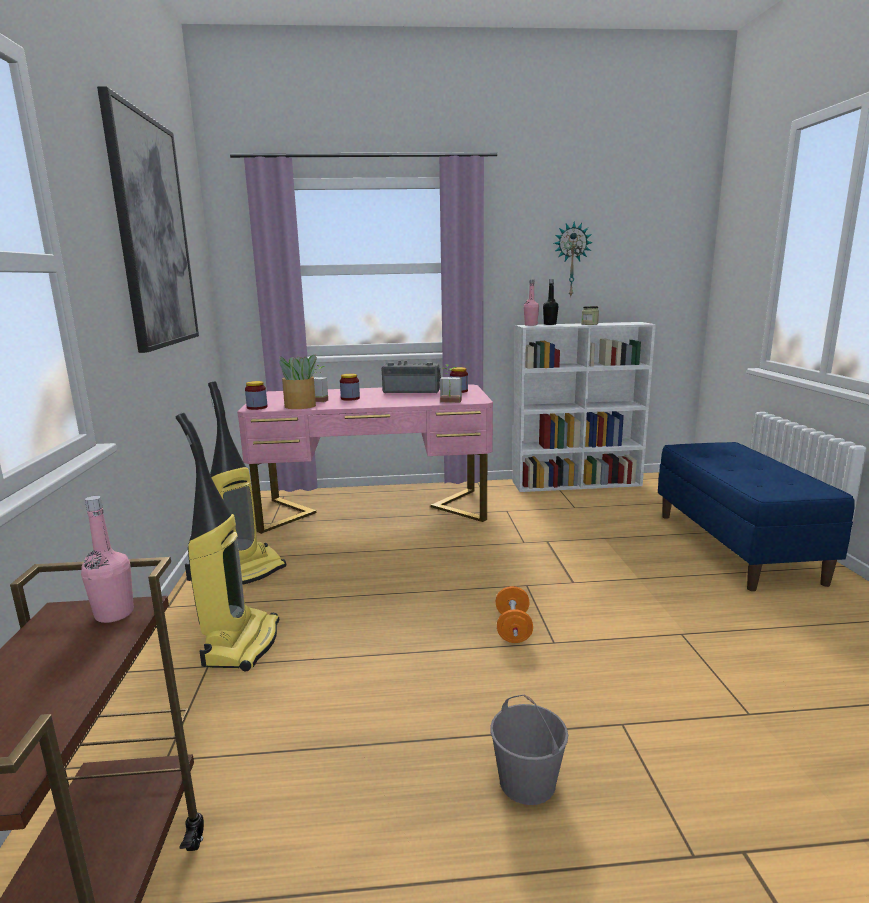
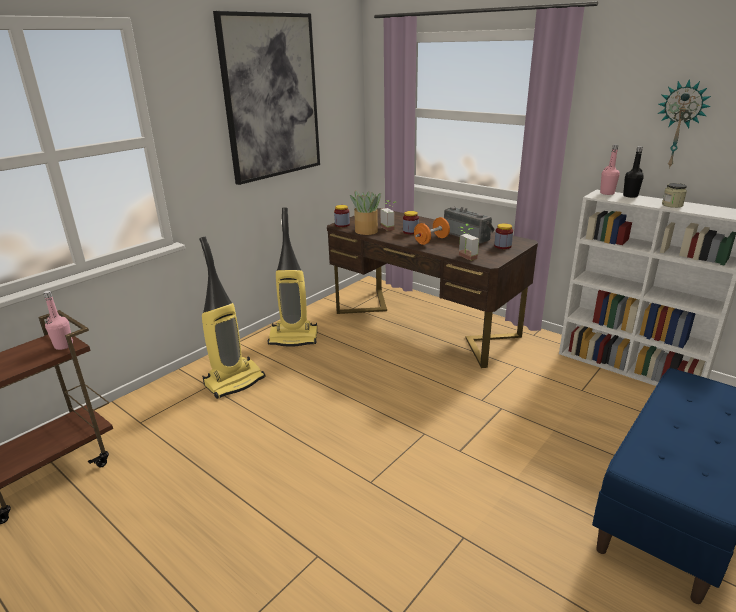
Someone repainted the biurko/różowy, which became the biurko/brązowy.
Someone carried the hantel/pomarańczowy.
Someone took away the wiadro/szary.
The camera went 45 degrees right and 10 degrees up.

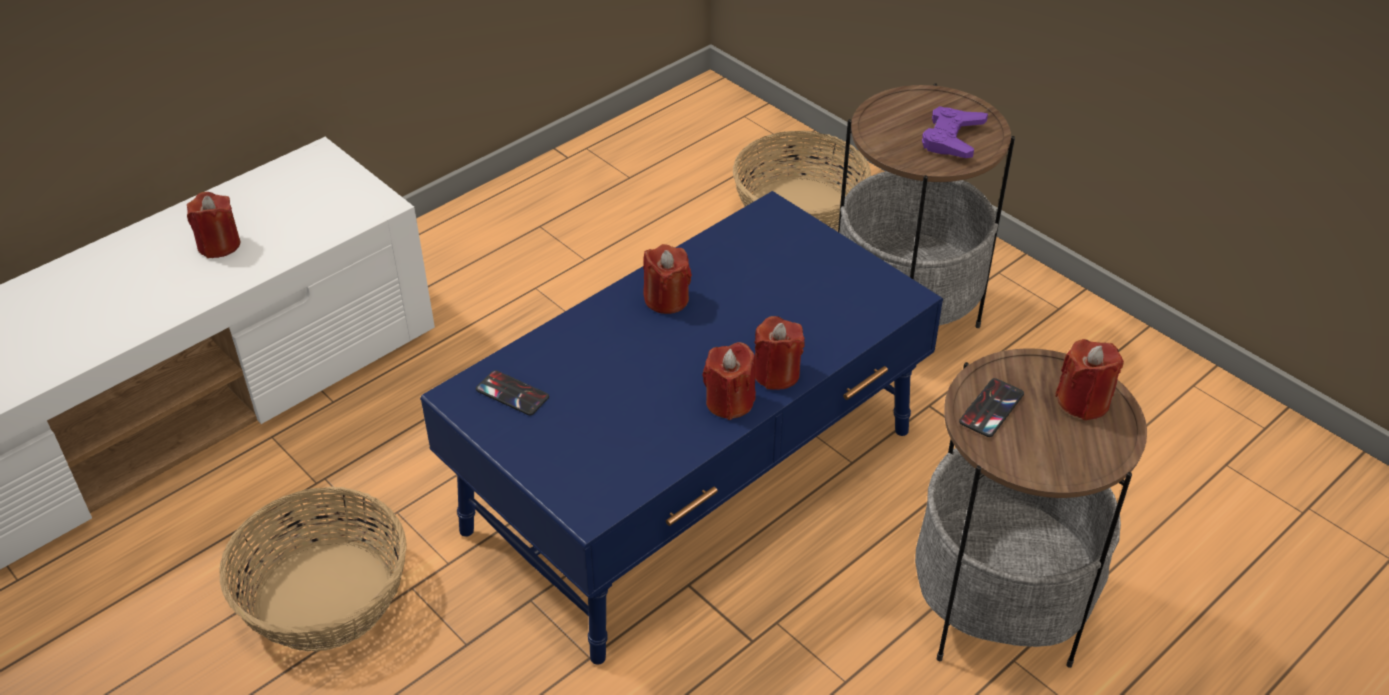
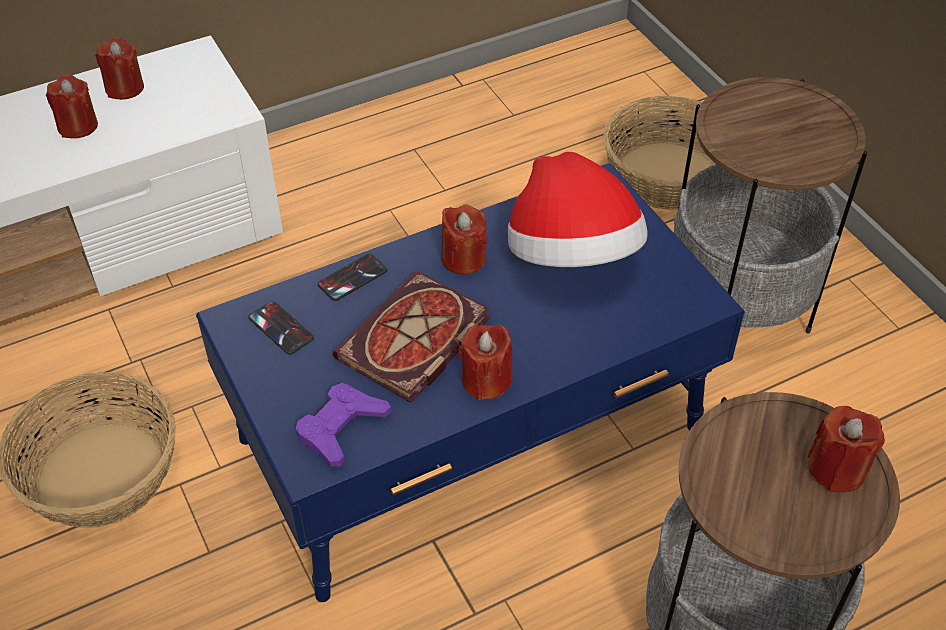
Someone carried the pad do gier/fioletowy.
Someone carried the świeca/czerwony (4th from left in the first image).
Someone carried the telefon (2nd from left).
Someone put down the kapelusz.
Someone put down the książka.
The camera went 15 degrees right and 5 degrees up.

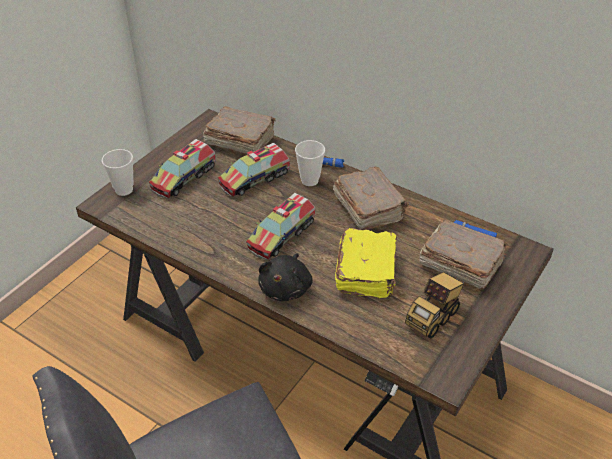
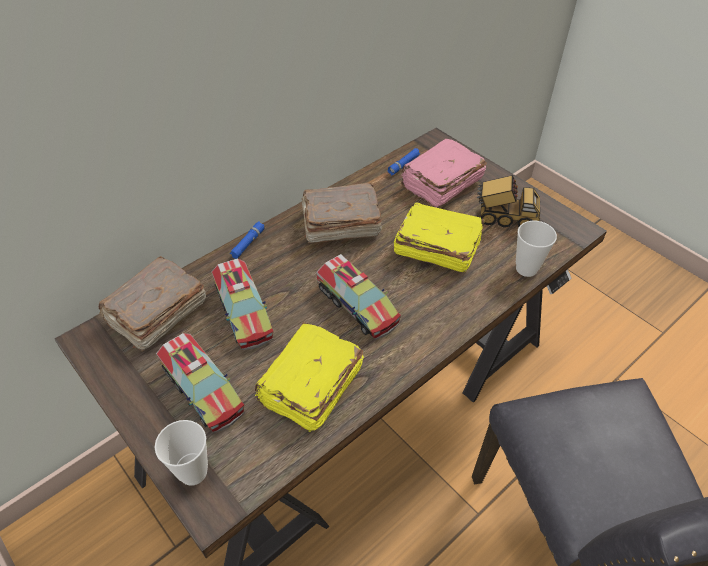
Someone carried the filiżanka (2nd from left).
Someone repainted the książka/brązowy (3rd from left), which became the książka/różowy.
Someone took away the pluszak/czarny.
Someone rotated the ciężarówka zabawkowa (4th from left) by 45 degrees counterclockwise.
Someone put down the książka/żółty (1st from left).
The camera went 75 degrees left and 5 degrees up.

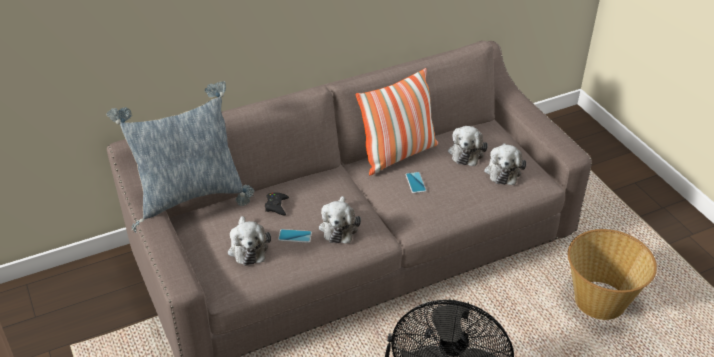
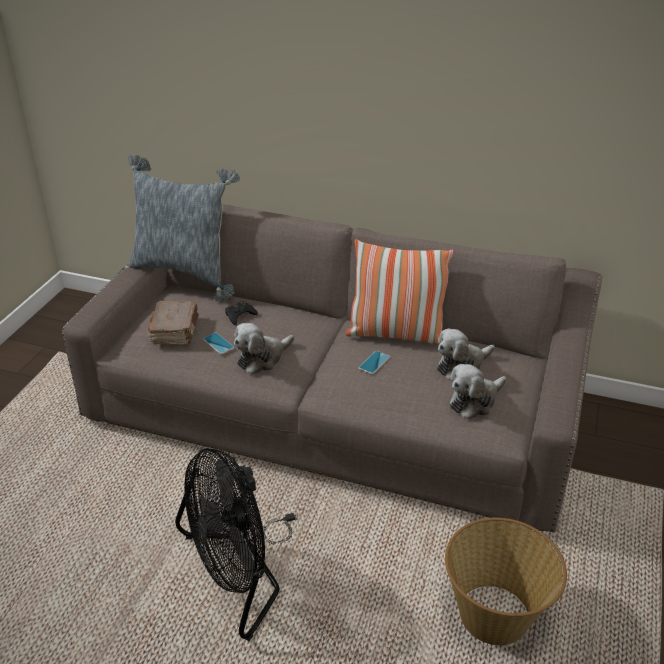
Someone swapped the pluszak (1st from left) for the książka/brązowy.
The camera went 45 degrees right and 5 degrees down.

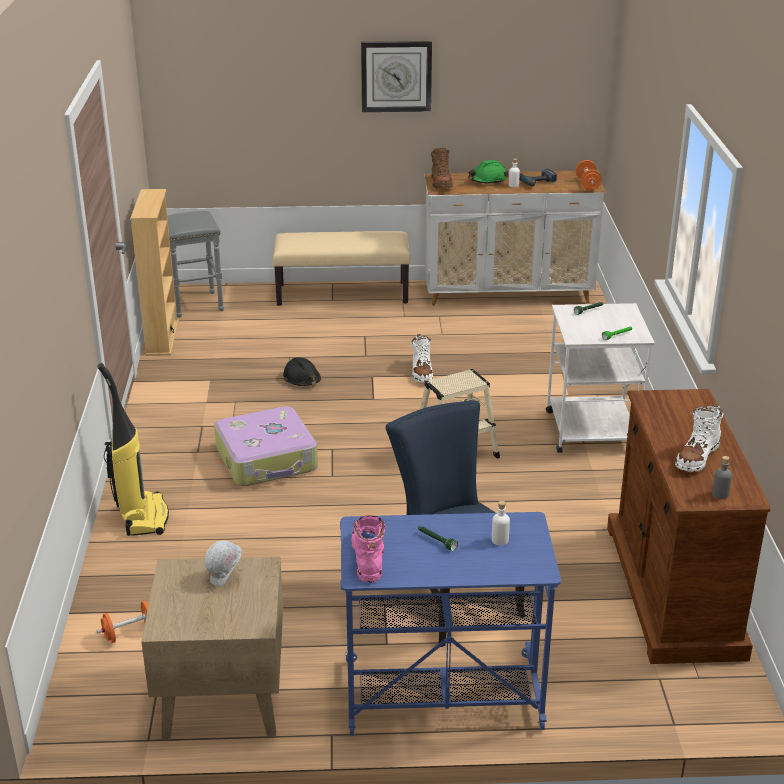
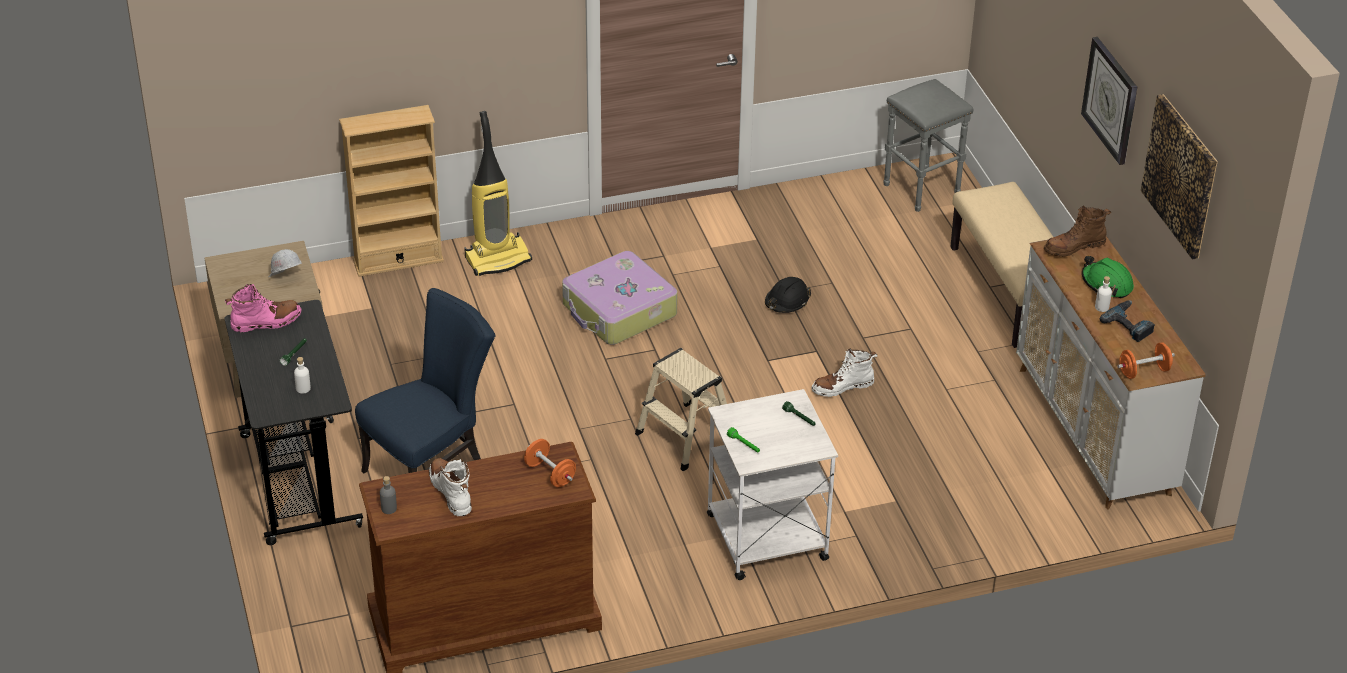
Someone carried the regał/beżowy.
Someone rotated the but z cholewką/biały (2nd from left in the first image) by 45 degrees clockwise.
Someone repainted the biurko/niebieski, which became the biurko/czarny.
Someone carried the hantel/pomarańczowy (1st from left).
Someone put up the obraz.
The camera went 75 degrees right and 10 degrees up.

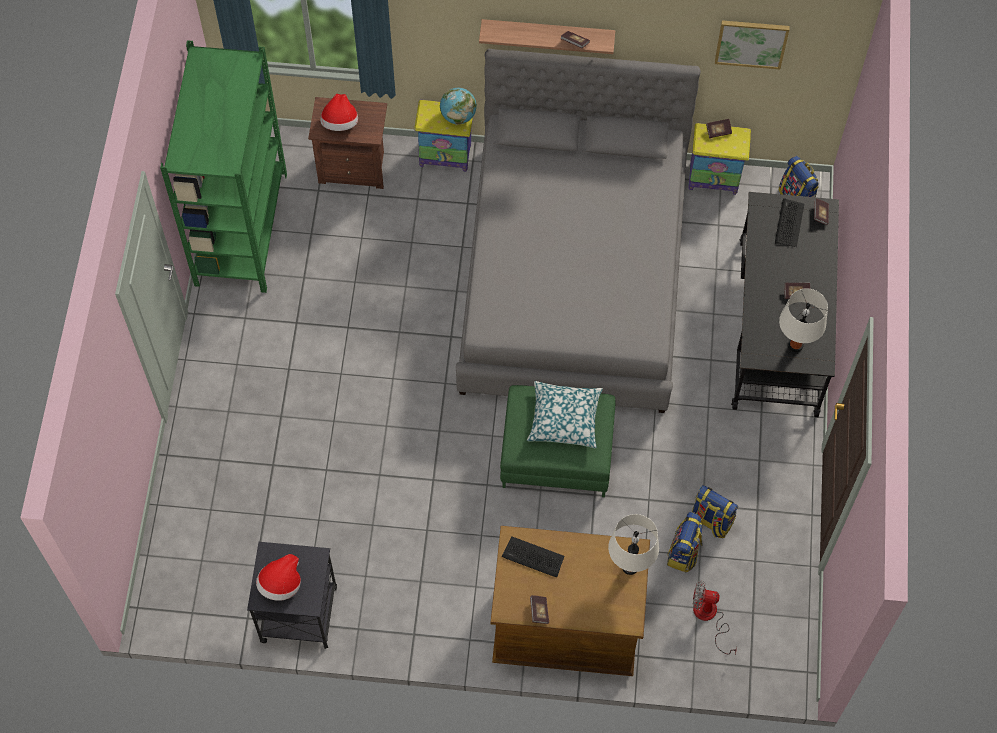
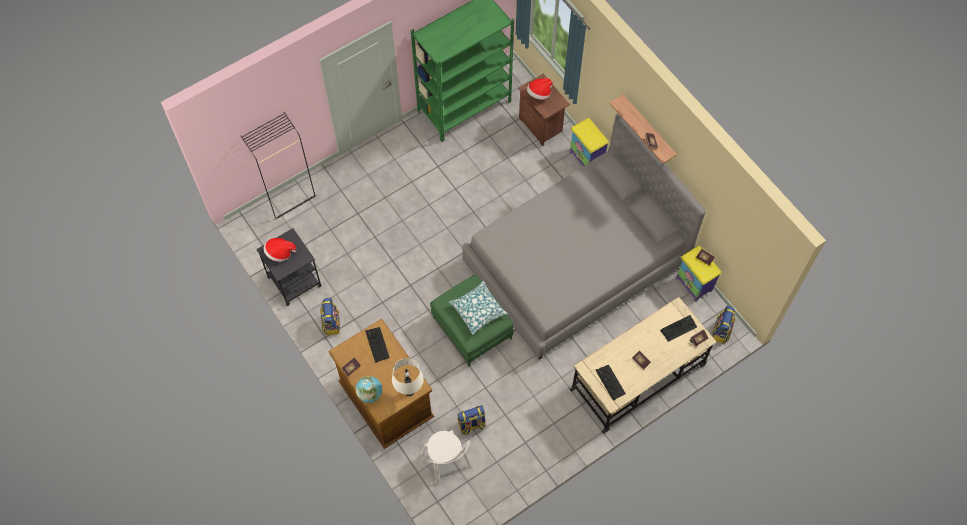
Someone took away the obraz.
Someone carried the globus.
Someone repainted the biurko/czarny, which became the biurko/beżowy.
Someone swapped the lampa stołowa/biały (2nd from left) for the klawiatura (2nd from left).
Someone carried the plecak (2nd from left in the first image).
Someone swapped the wentylator for the krzesło/biały.
Someone put down the wieszak/czarny.
The camera went 50 degrees right and 0 degrees up.

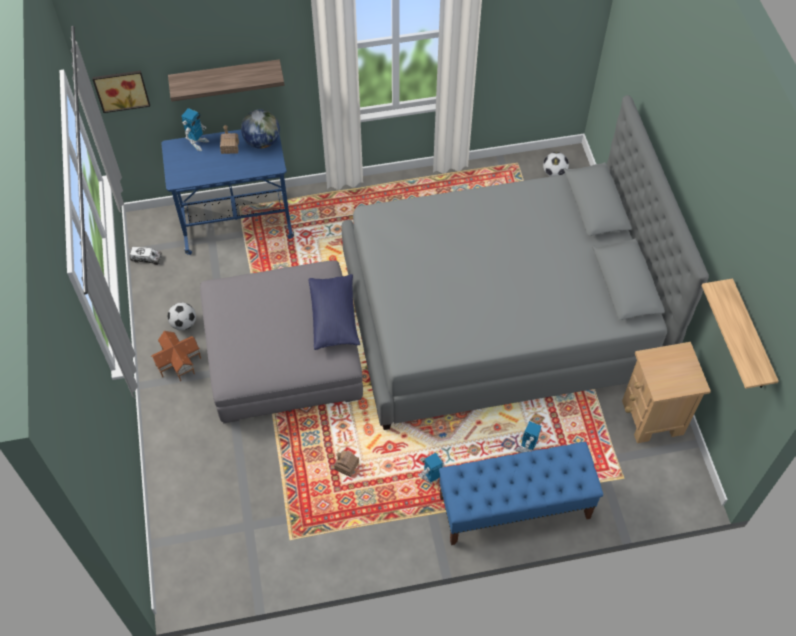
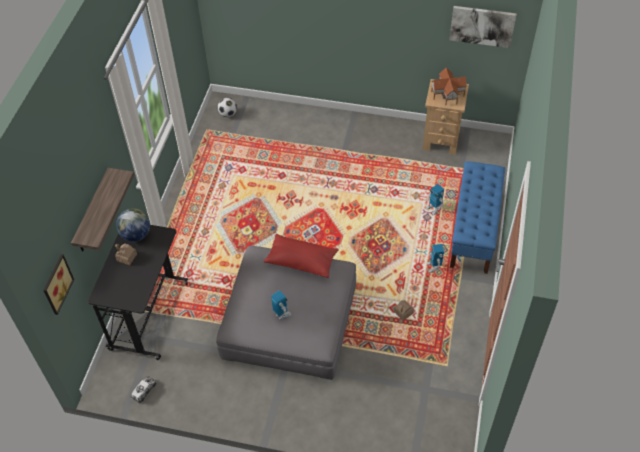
Someone took away the łóżko/szary.
Someone carried the robot zabawkowy (1st from left).
Someone repainted the biurko/niebieski, which became the biurko/czarny.
Someone repainted the poduszka/niebieski, which became the poduszka/czerwony.
Someone swapped the półka (2nd from left) for the obraz (2nd from left).
Someone took away the piłka futbolowa (1st from left).
Someone carried the domek (1st from left in the first image).
The camera went 65 degrees left and 5 degrees down.

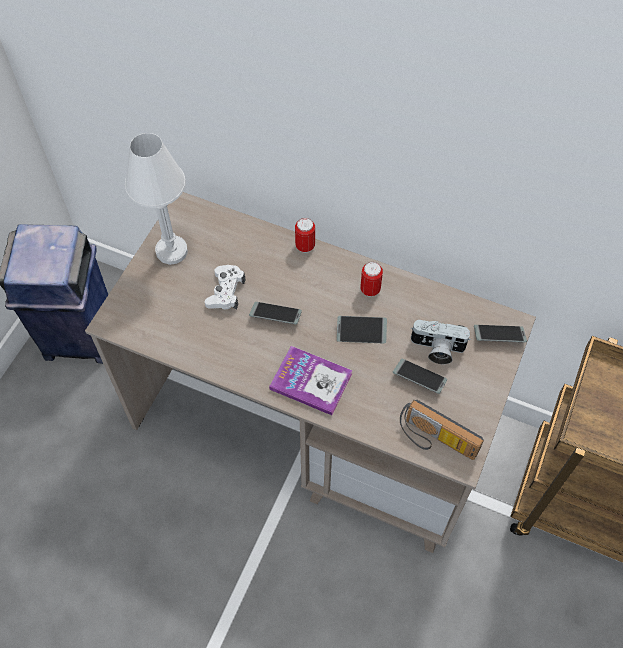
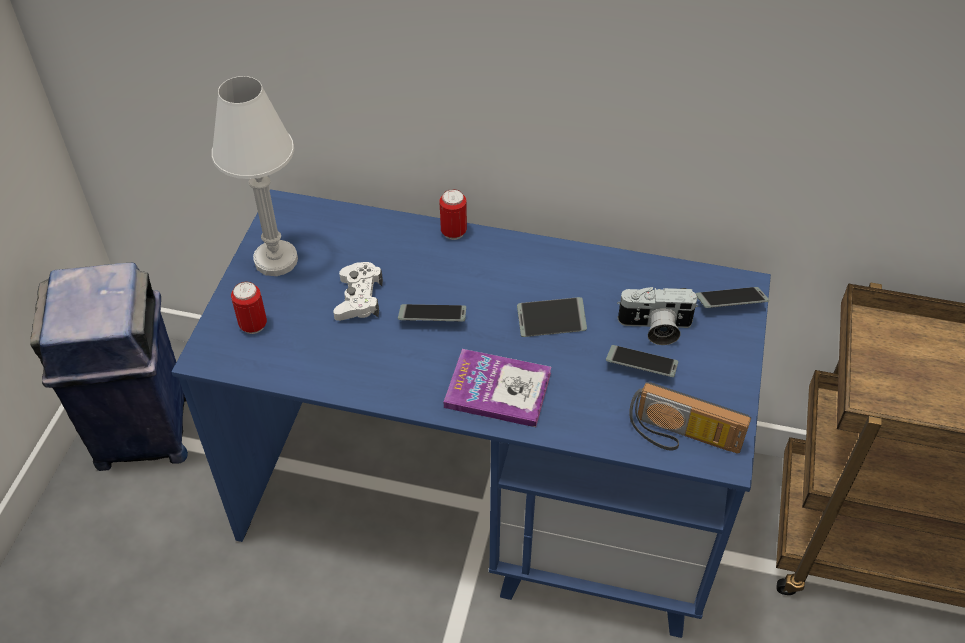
Someone repainted the biurko/beżowy, which became the biurko/niebieski.
Someone carried the puszka (2nd from left in the first image).
The camera went 10 degrees left and 10 degrees down.

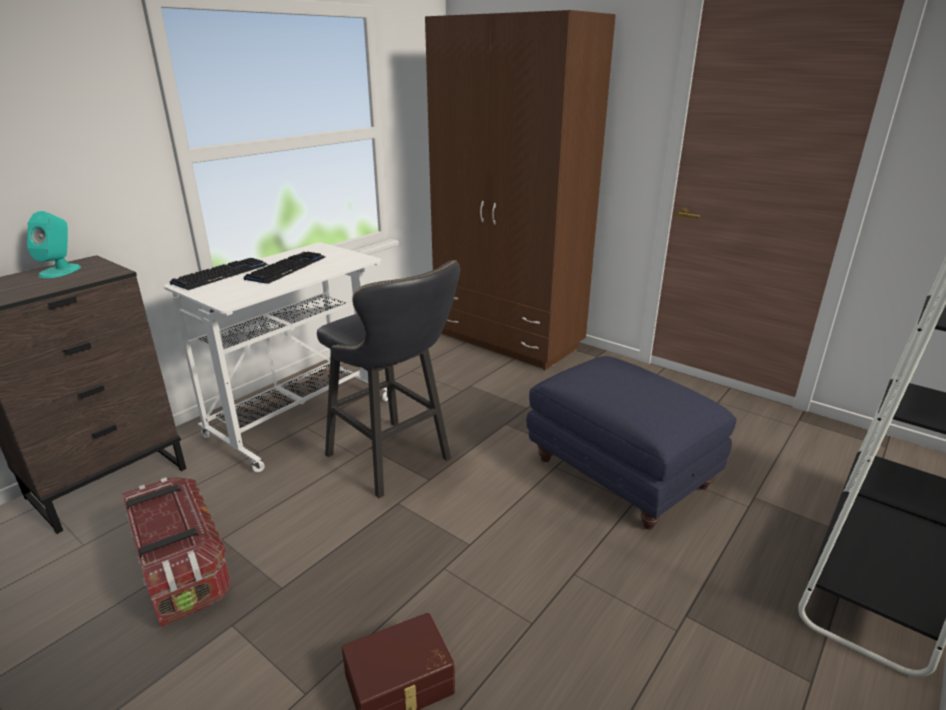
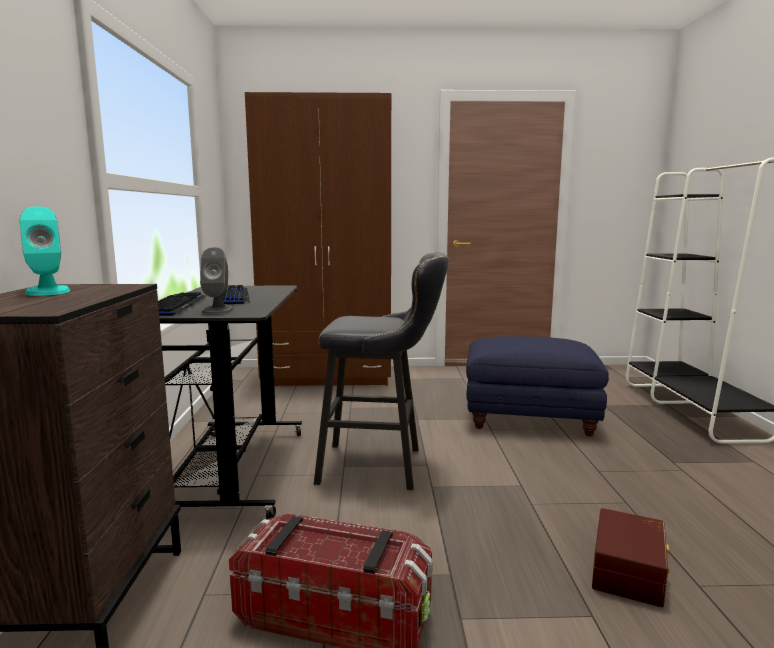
Someone repainted the biurko/biały, which became the biurko/czarny.
Someone put down the głośnik/szary.
The camera went 40 degrees left and 15 degrees down.

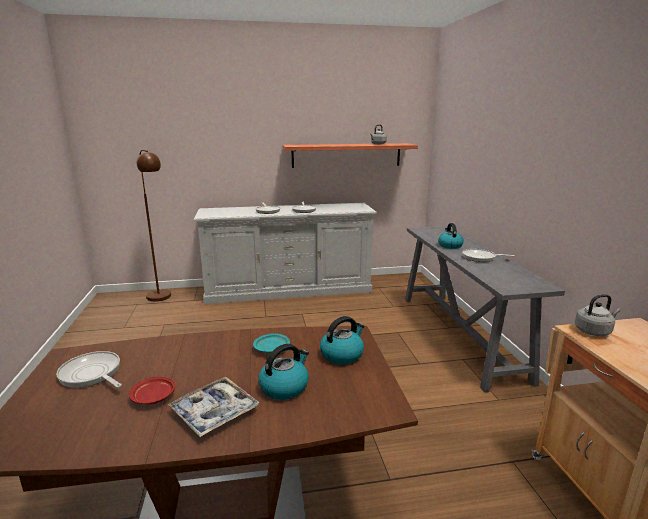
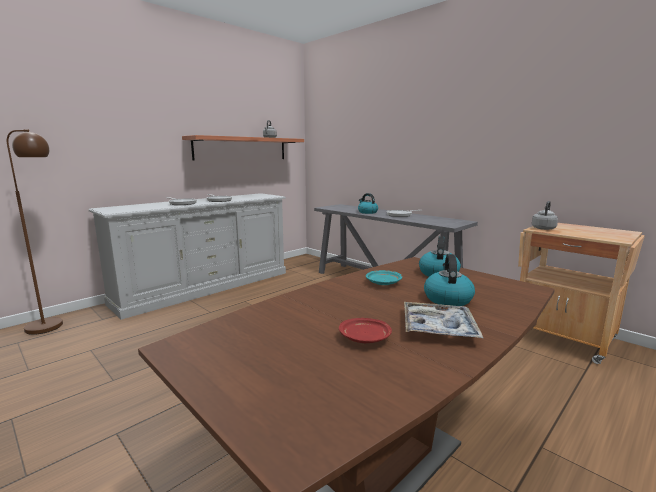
Someone took away the patelnia (1st from left).
The camera went 35 degrees left and 5 degrees down.

